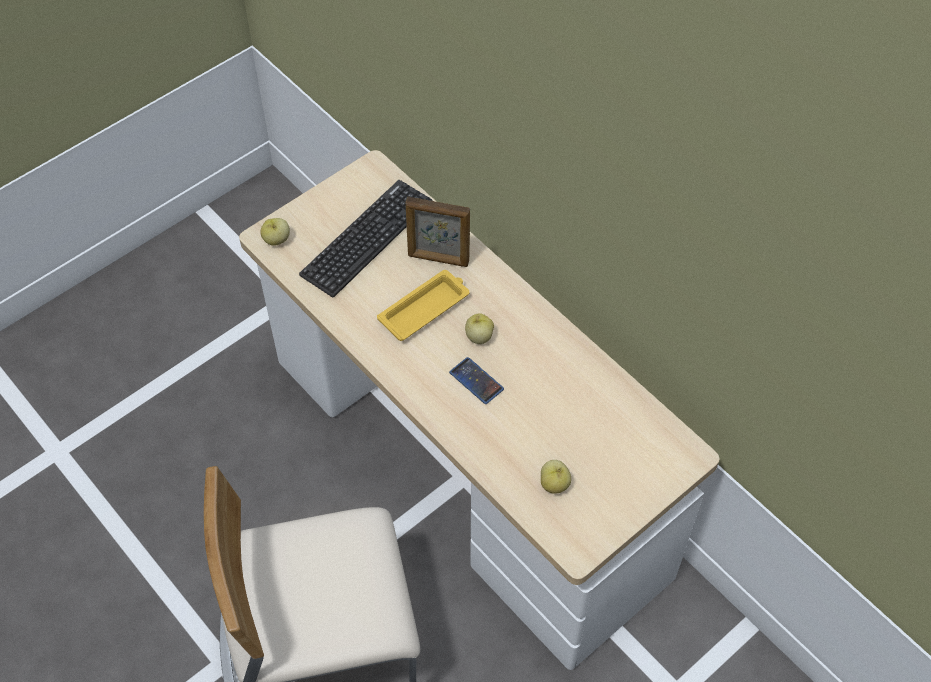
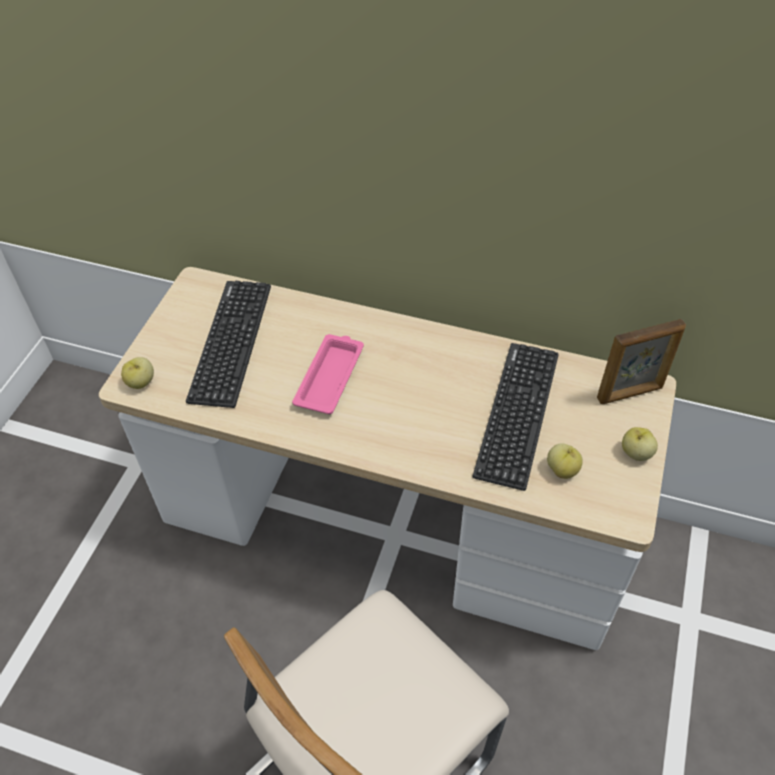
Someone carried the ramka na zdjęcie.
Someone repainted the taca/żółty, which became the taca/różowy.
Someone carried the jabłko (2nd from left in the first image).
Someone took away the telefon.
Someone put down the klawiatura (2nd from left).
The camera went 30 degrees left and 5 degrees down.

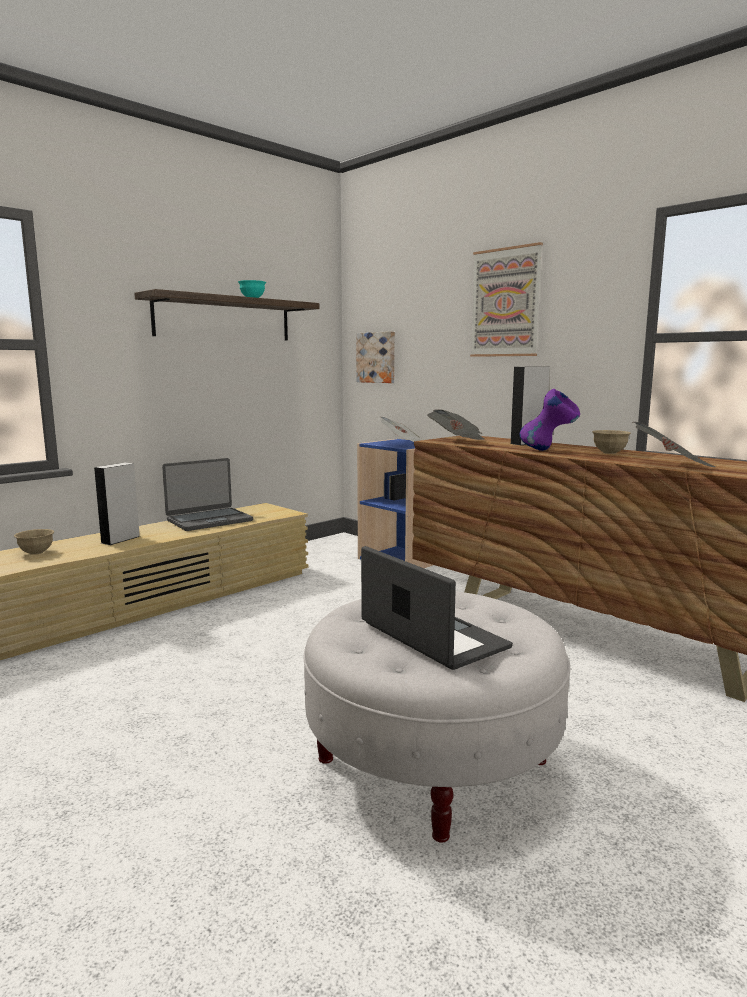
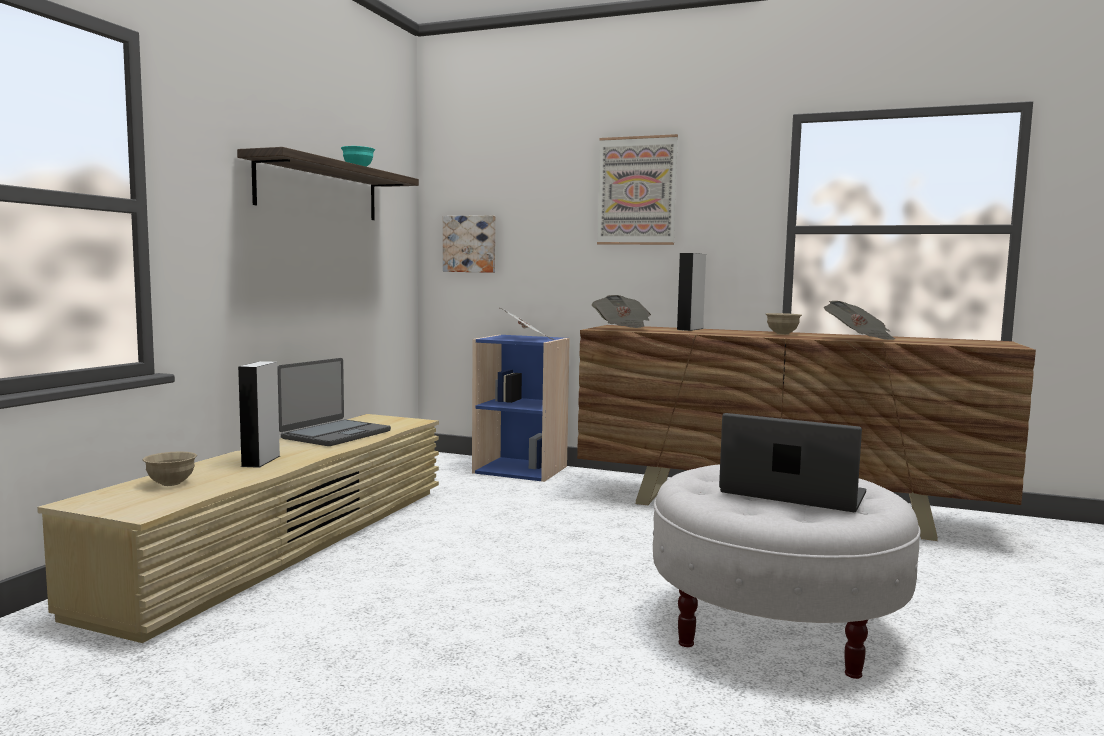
Someone took away the wazon/fioletowy.
The camera went 25 degrees left and 5 degrees down.

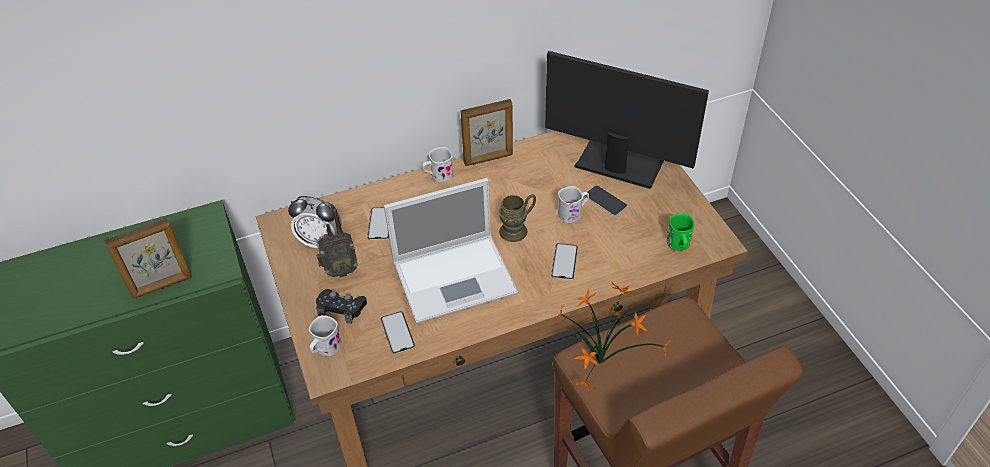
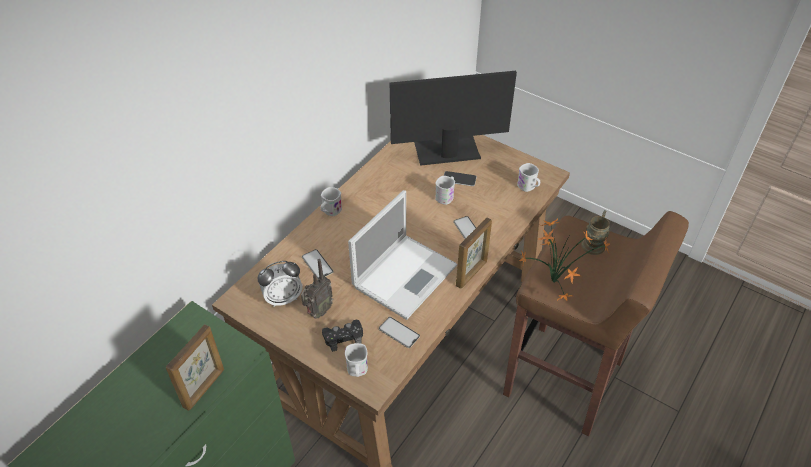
Someone carried the ramka na zdjęcie (2nd from left).
Someone carried the kubek/brązowy.
Someone repainted the kubek/zielony, which became the kubek/biały (4th from left).
The camera went 35 degrees left and 0 degrees up.

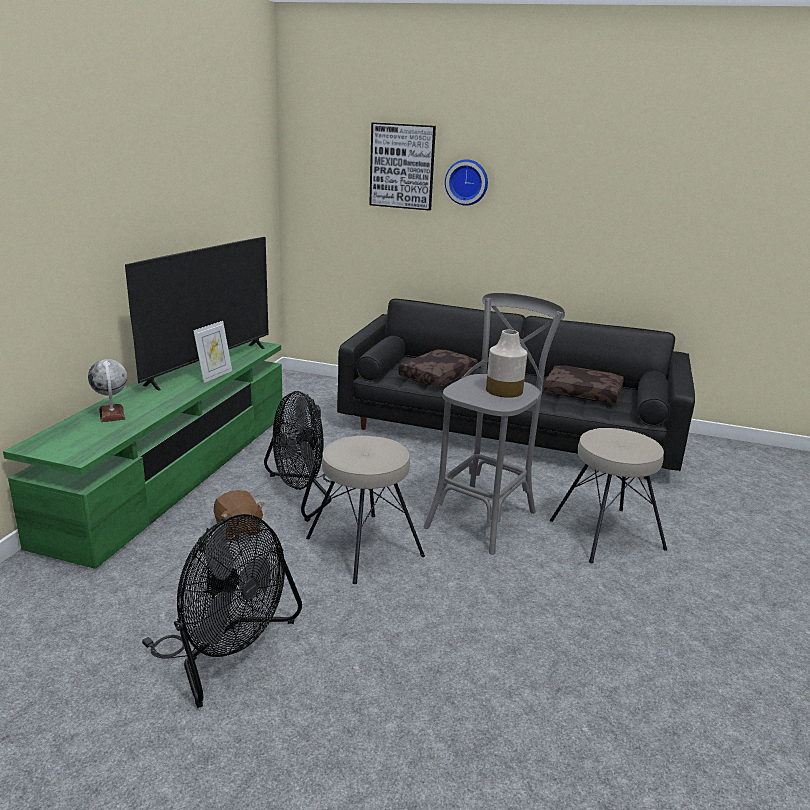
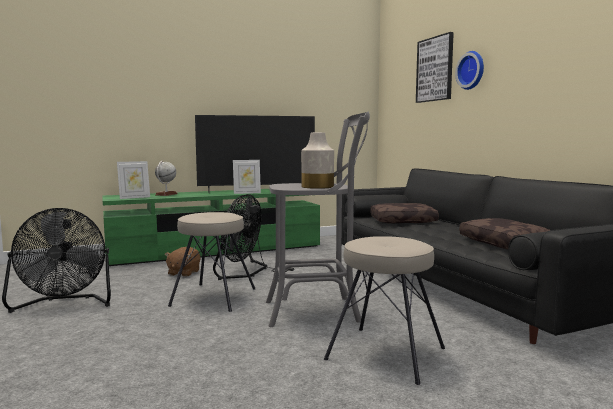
Someone put down the ramka na zdjęcie (1st from left).
The camera went 50 degrees right and 15 degrees down.

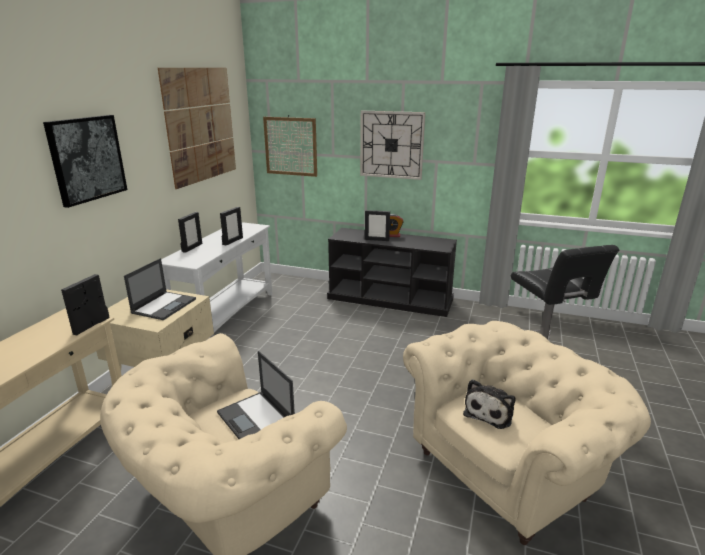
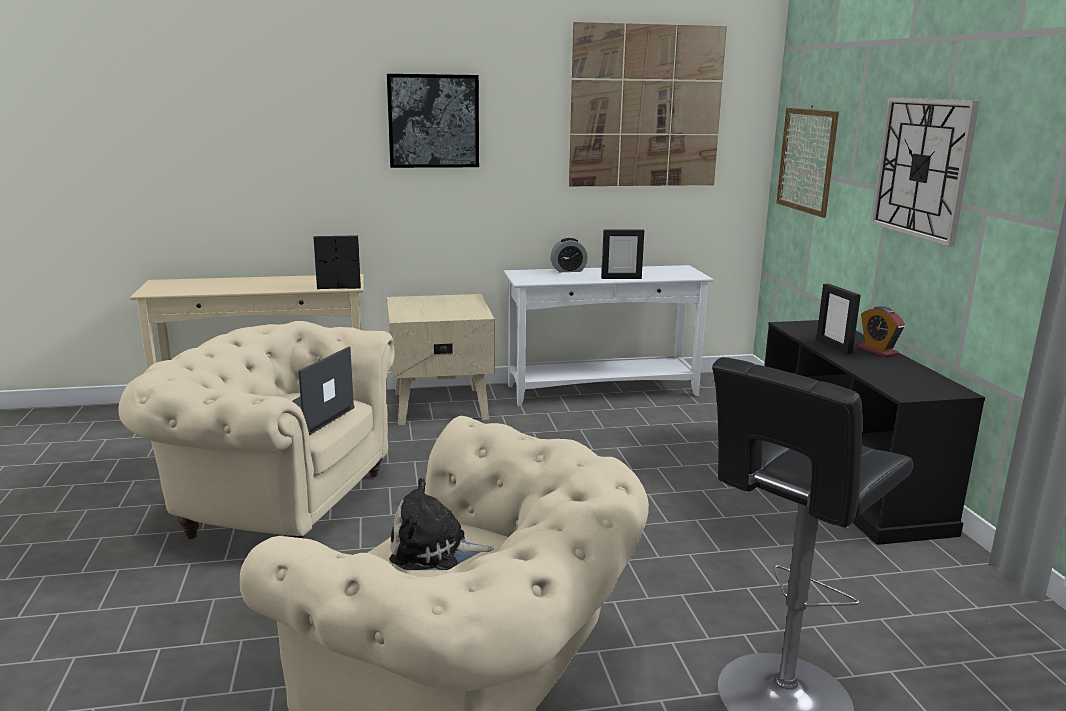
Someone swapped the ramka na zdjęcie (2nd from left) for the budzik (1st from left).
Someone took away the laptop (1st from left).
The camera went 60 degrees right and 5 degrees down.

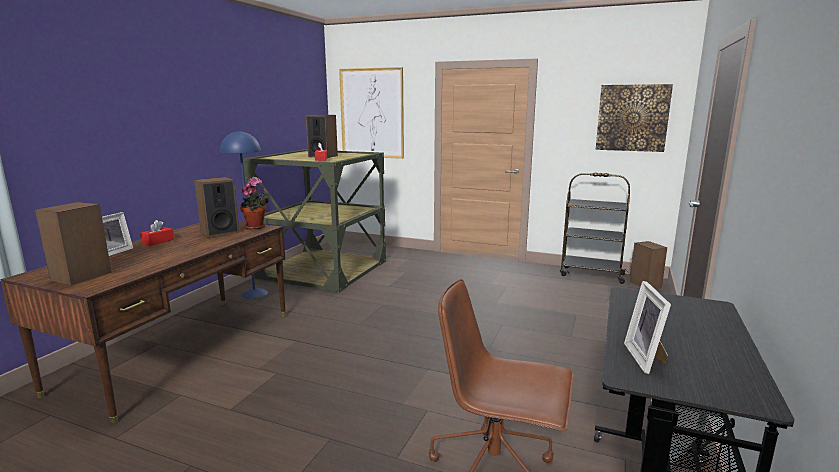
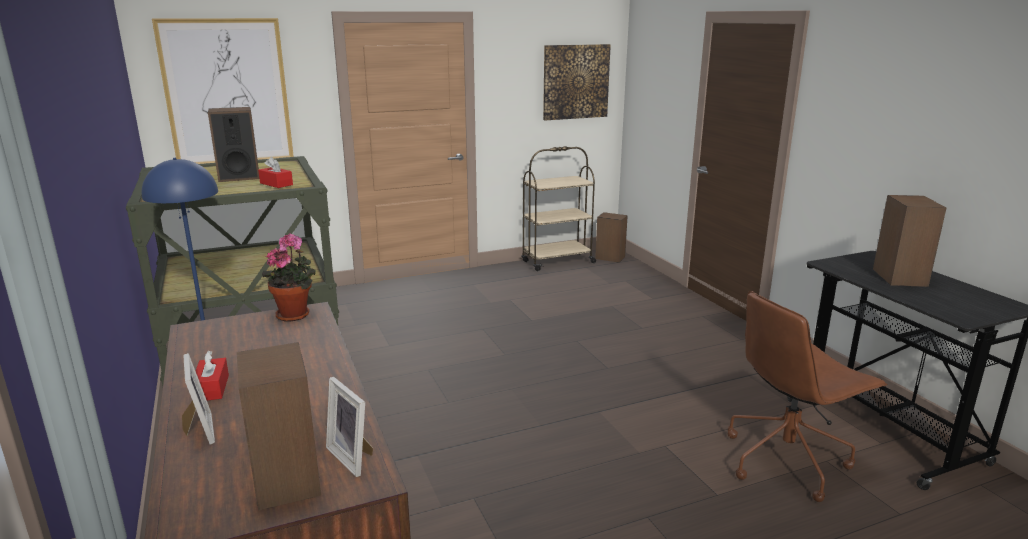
Someone repainted the wózek/czarny, which became the wózek/beżowy.
Someone carried the głośnik (2nd from left in the first image).
Someone carried the ramka na zdjęcie (2nd from left).
The camera went 45 degrees left and 5 degrees up.

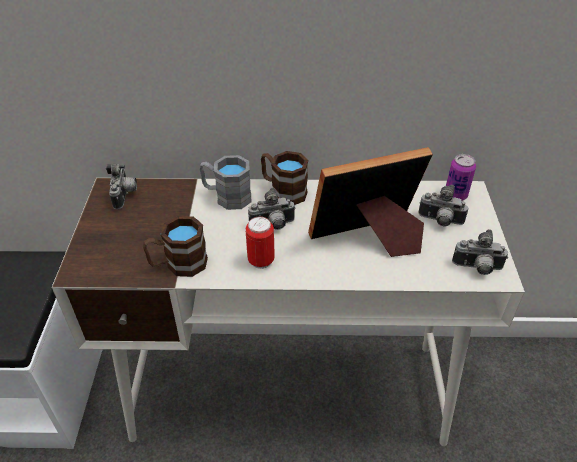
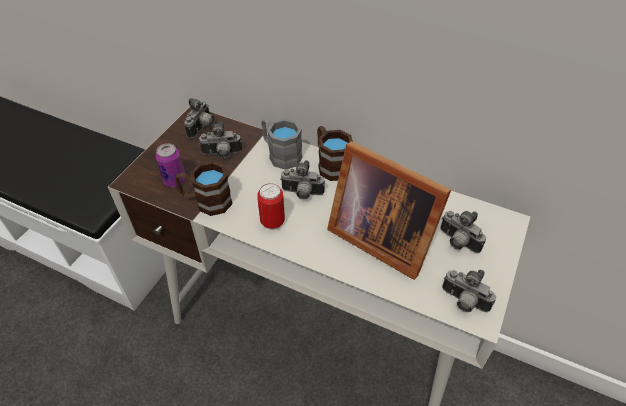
Someone rotated the ramka na zdjęcie by 150 degrees counterclockwise.
Someone carried the puszka (2nd from left in the first image).
Someone put down the aparat fotograficzny (2nd from left).
The camera went 25 degrees right and 5 degrees up.

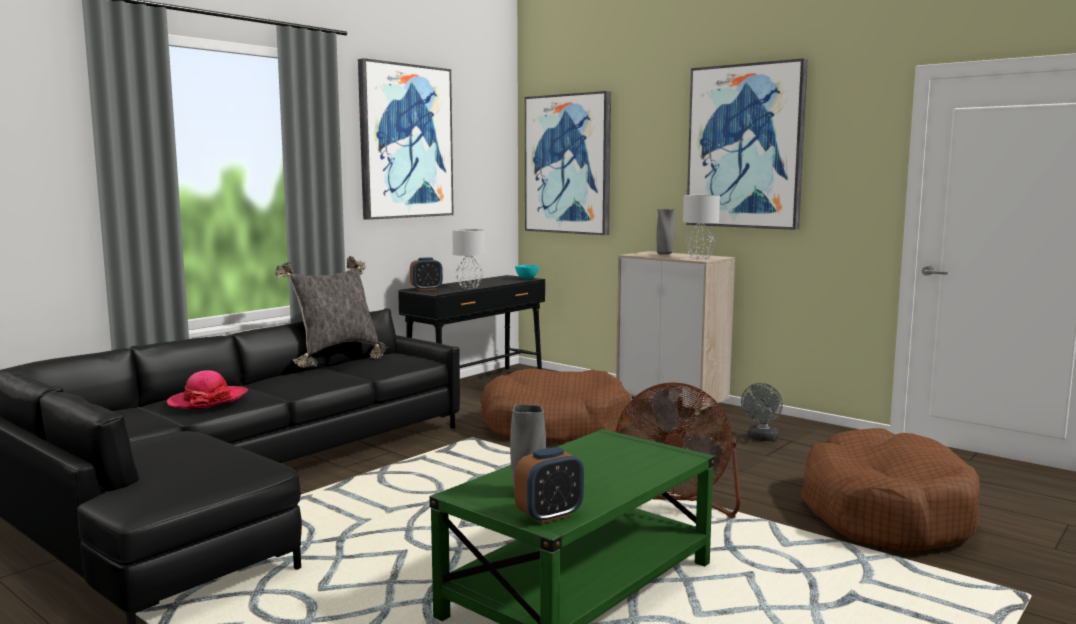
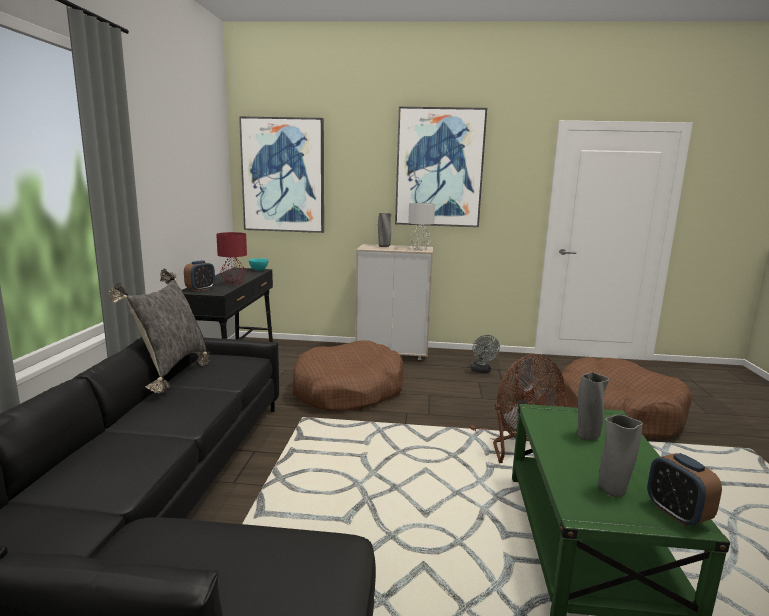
Someone took away the obraz (1st from left).
Someone repainted the lampa stołowa/szary (1st from left), which became the lampa stołowa/czerwony.
Someone took away the kapelusz.
Someone rotated the budzik (2nd from left) by 135 degrees clockwise.
Someone put down the wazon/szary (2nd from left).
The camera went 35 degrees left and 5 degrees up.

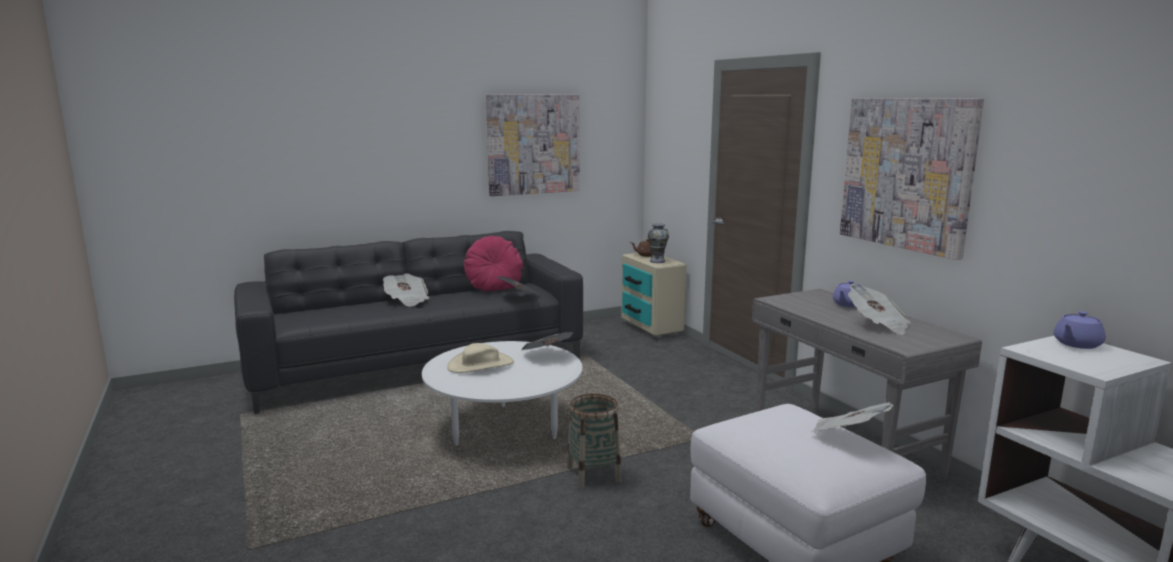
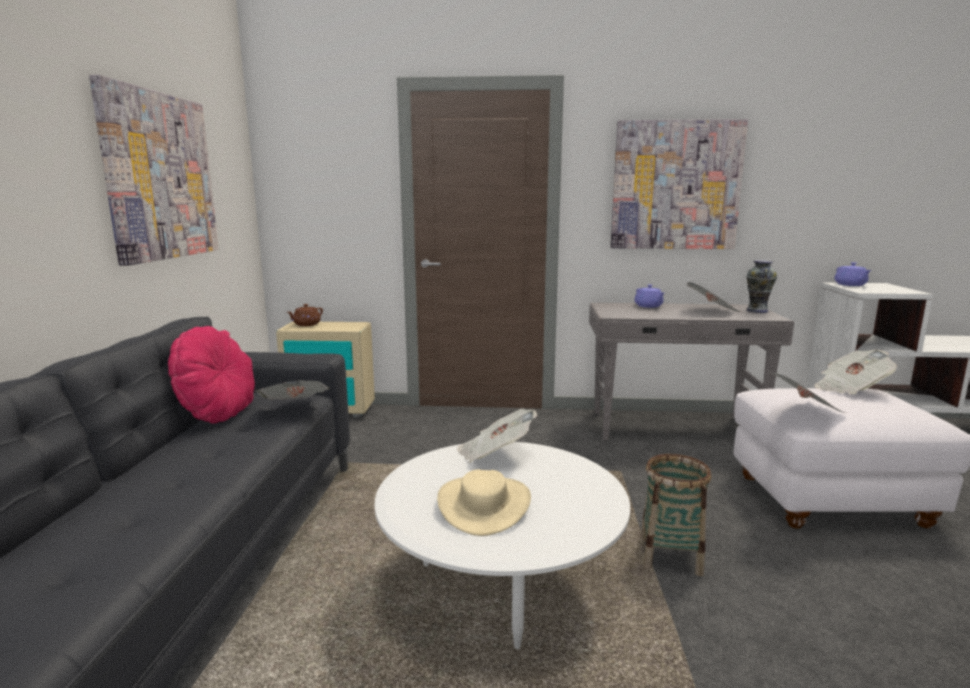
Someone carried the wazon.
Someone carried the gazeta (1st from left in the first image).
The camera went 60 degrees left and 0 degrees up.

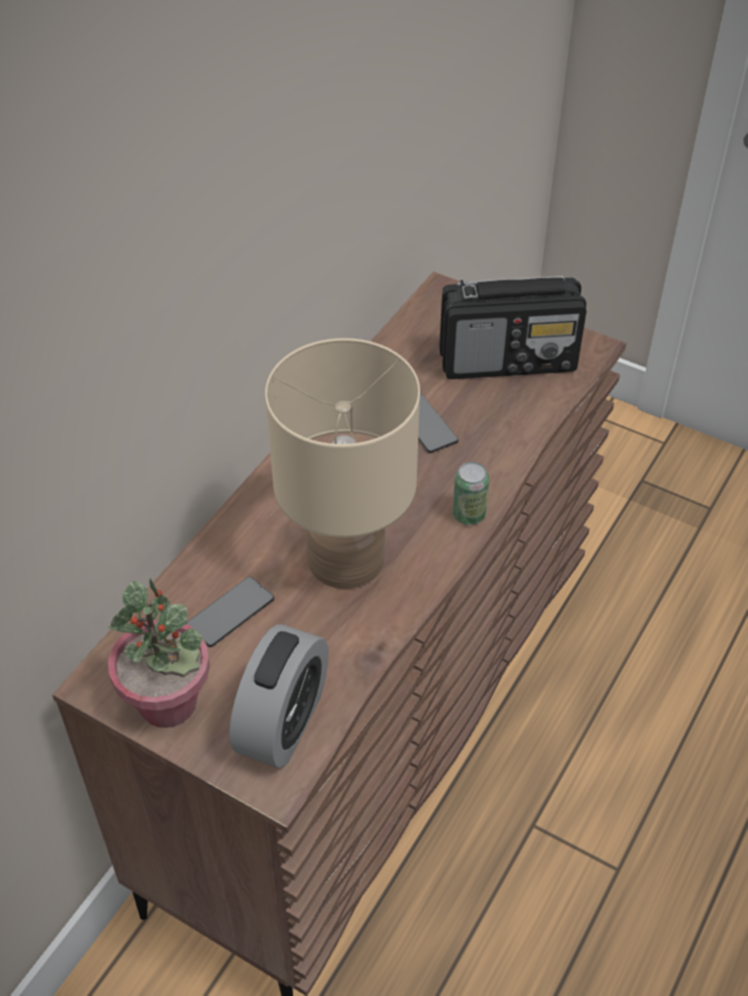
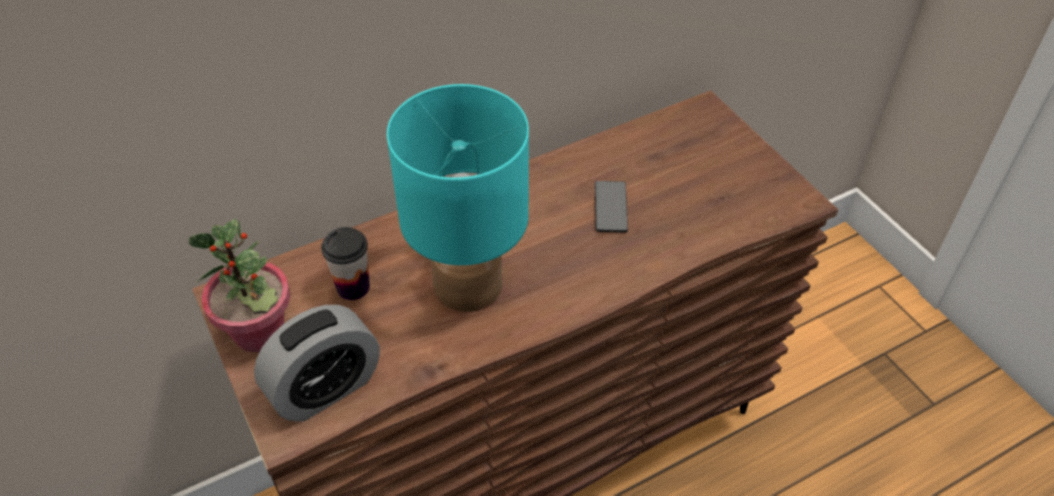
Someone took away the radio.
Someone repainted the lampa stołowa/beżowy, which became the lampa stołowa/turkusowy.
Someone took away the puszka.
Someone swapped the telefon (1st from left) for the filiżanka.
The camera went 30 degrees right and 0 degrees up.

